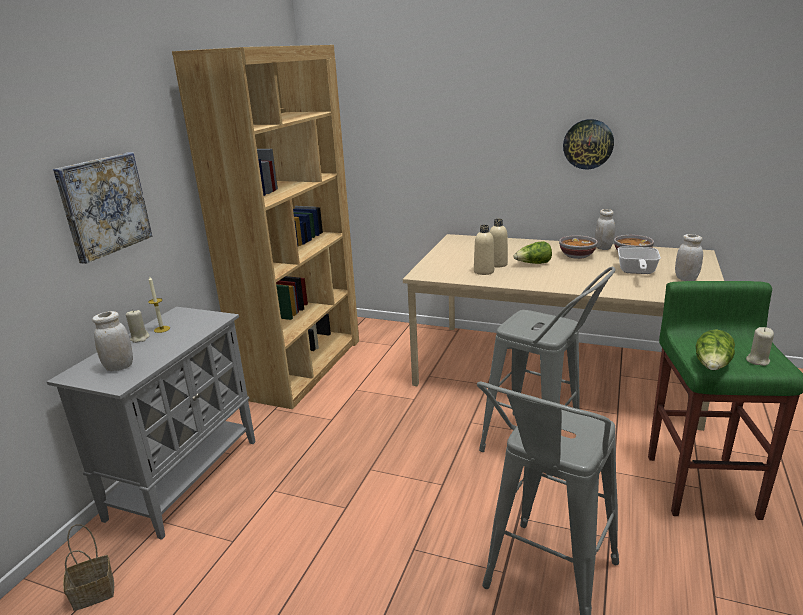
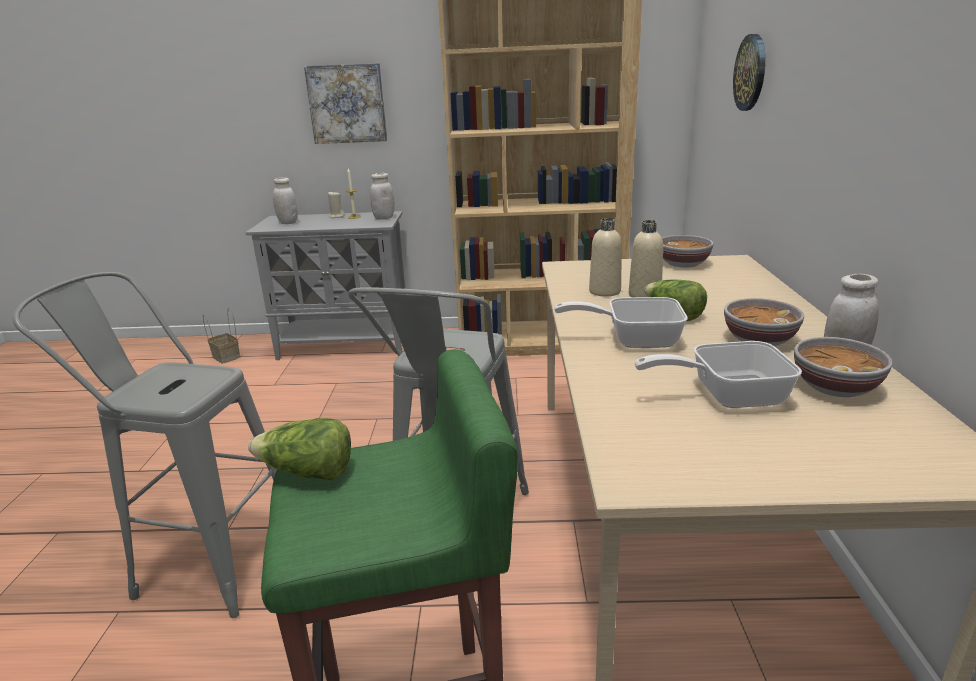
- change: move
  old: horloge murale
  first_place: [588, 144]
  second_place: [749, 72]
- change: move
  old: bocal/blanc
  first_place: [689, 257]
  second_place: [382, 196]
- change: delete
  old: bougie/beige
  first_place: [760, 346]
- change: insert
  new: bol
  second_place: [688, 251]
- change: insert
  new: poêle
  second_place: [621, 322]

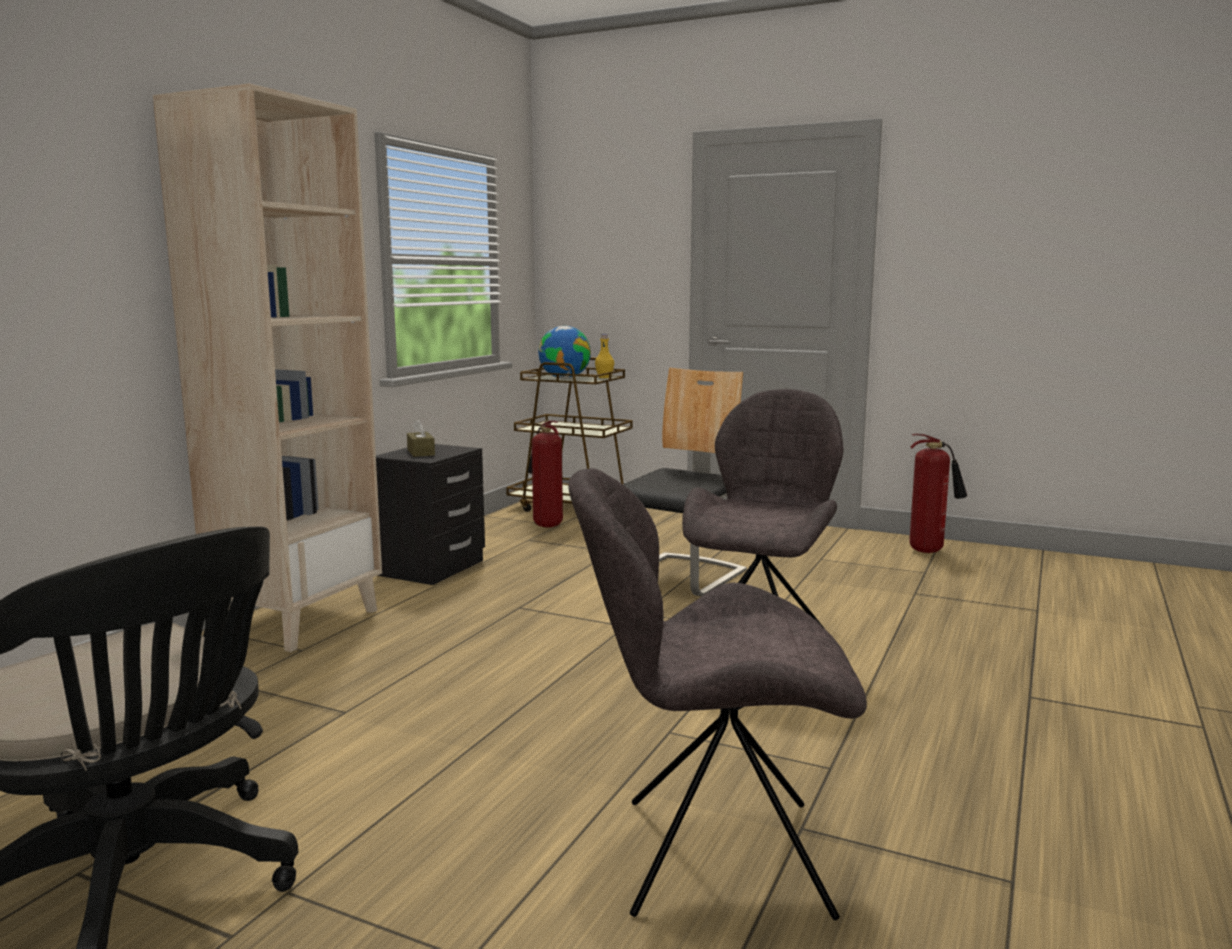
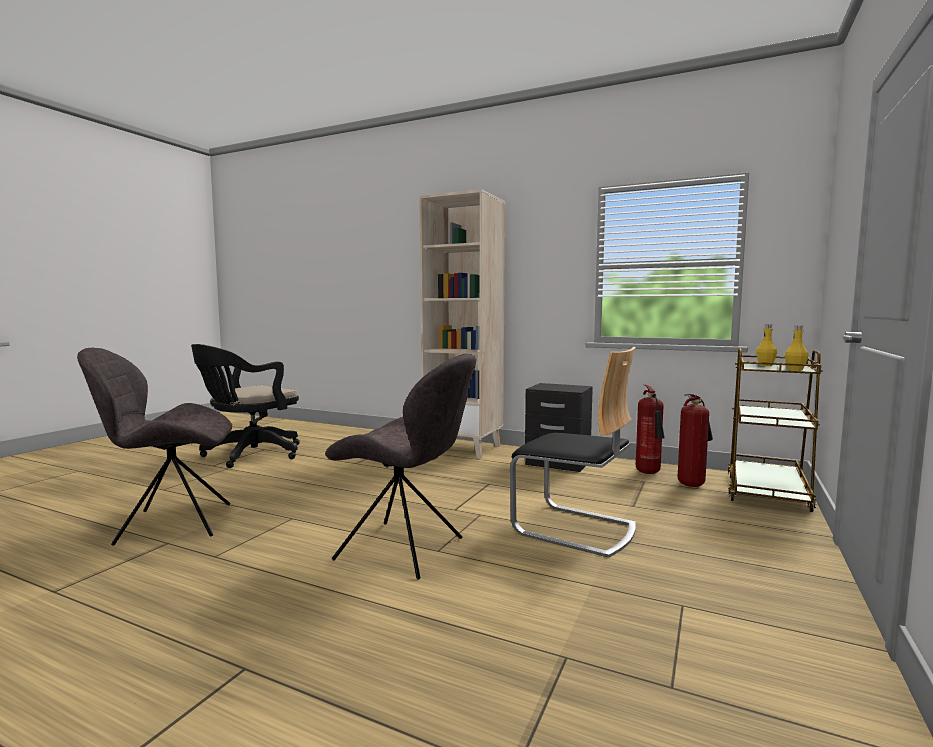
- change: replace
  old: globe
  new: bouteille/jaune
  first_place: [564, 352]
  second_place: [766, 345]
- change: delete
  old: boîte à mouchoirs/marron
  first_place: [421, 438]
- change: move
  old: extincteur
  first_place: [938, 493]
  second_place: [650, 429]
- change: rotate
  old: chaise/gris
  first_place: [718, 694]
  second_place: [154, 447]
  degrees: -105

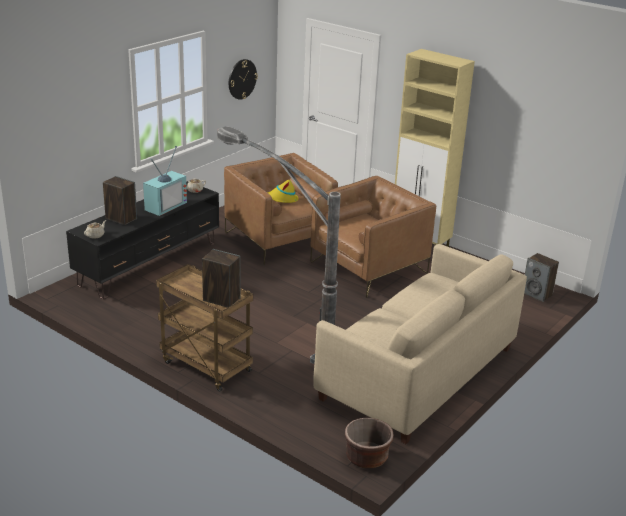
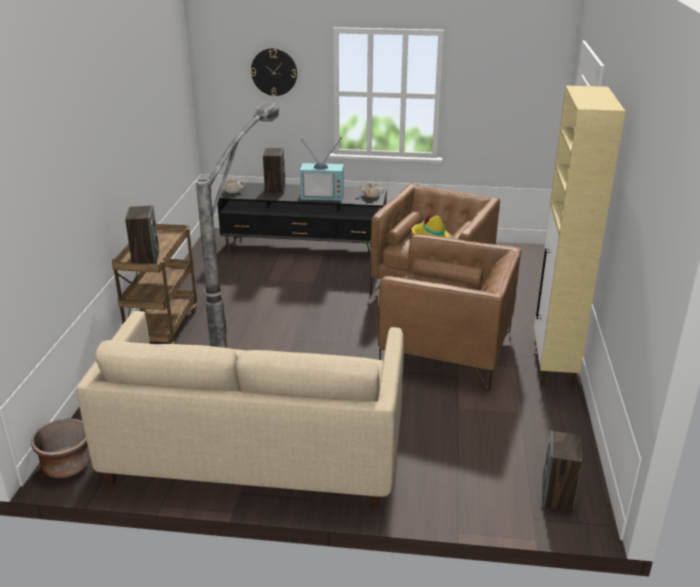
- change: move
  old: horloge murale
  first_place: [243, 79]
  second_place: [274, 72]

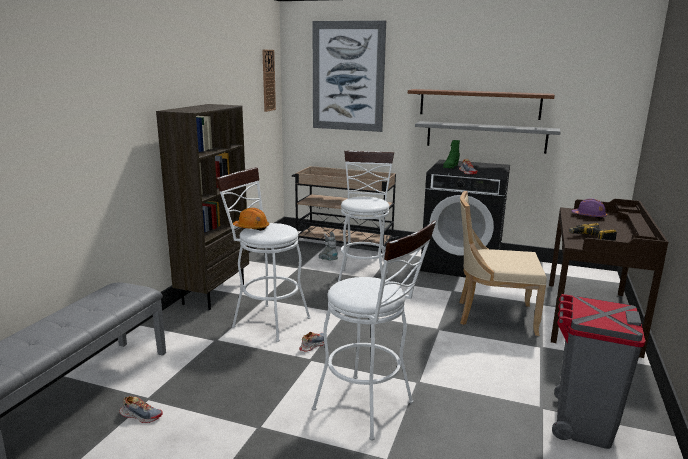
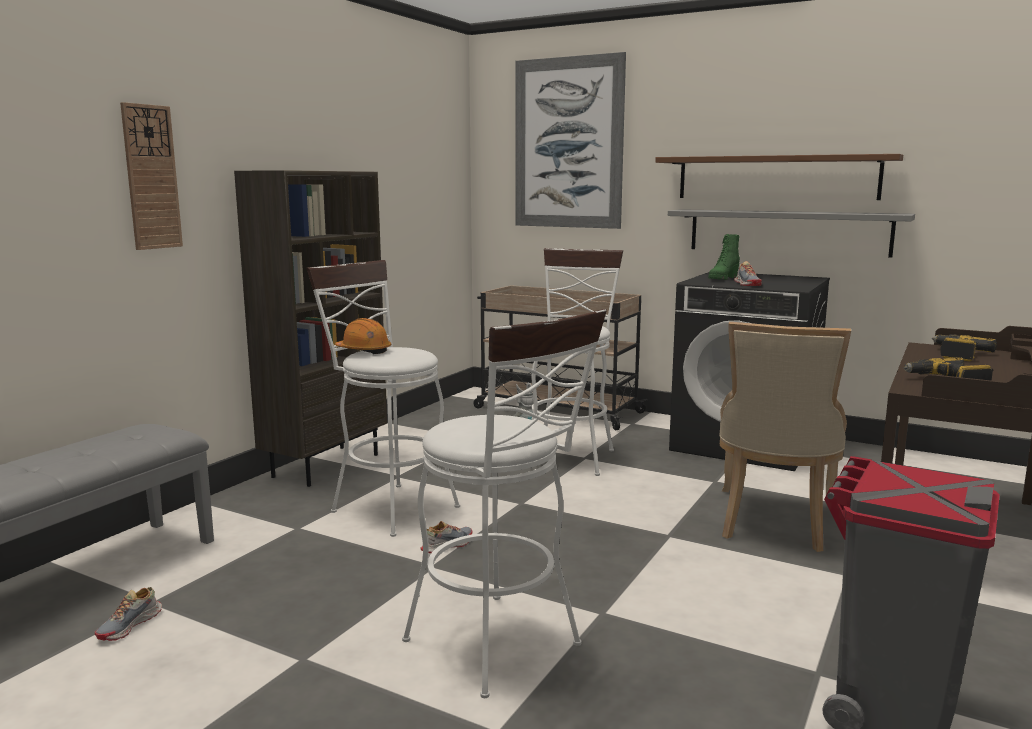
- change: move
  old: horloge murale
  first_place: [269, 80]
  second_place: [151, 176]
- change: rotate
  old: chaise/beige
  first_place: [503, 263]
  second_place: [785, 437]
  degrees: -90
- change: replace
  old: casque de chantier/violet
  new: perceuse
  first_place: [589, 209]
  second_place: [964, 347]
- change: rotate
  old: chaussure
  first_place: [141, 409]
  second_place: [128, 614]
  degrees: 90

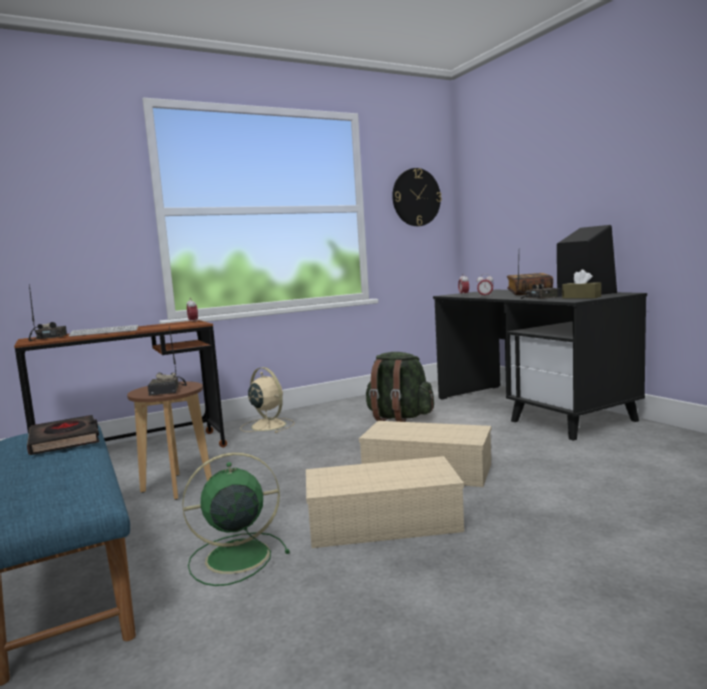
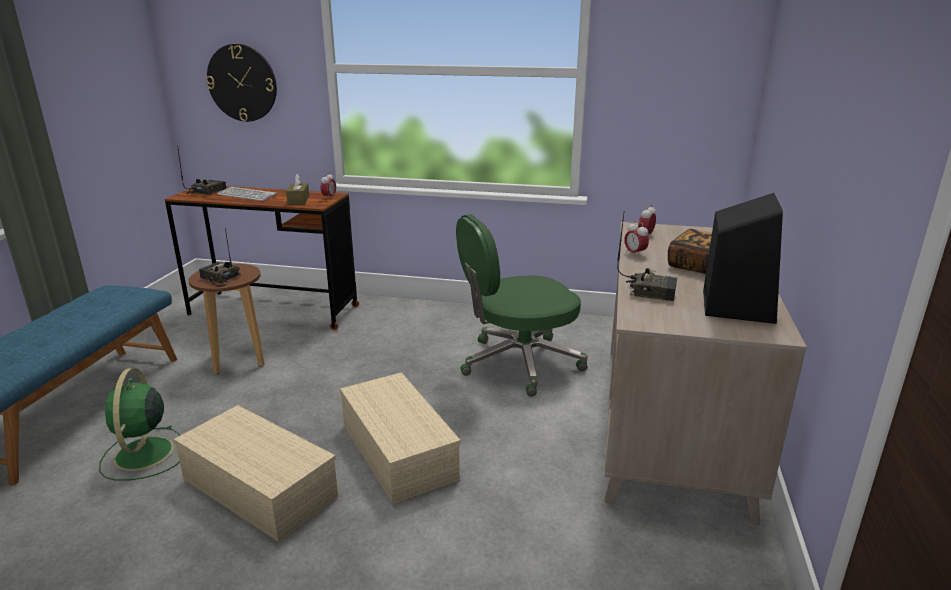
- change: move
  old: horloge murale
  first_place: [417, 197]
  second_place: [241, 83]
- change: move
  old: boîte à mouchoirs/marron
  first_place: [581, 284]
  second_place: [297, 189]
- change: recolor
  old: bureau/noir
  new: bureau/beige
  first_place: [540, 365]
  second_place: [706, 373]
- change: rotate
  old: radio
  first_place: [167, 361]
  second_place: [220, 257]
  degrees: 90
- change: replace
  old: sac à dos/vert
  new: chaise de bureau/vert
  first_place: [400, 387]
  second_place: [522, 305]
- change: delete
  old: ventilateur/beige
  first_place: [267, 400]
- change: delete
  old: livre/noir
  first_place: [63, 435]
- change: rotate
  old: ventilateur/vert
  first_place: [236, 519]
  second_place: [139, 424]
  degrees: -120

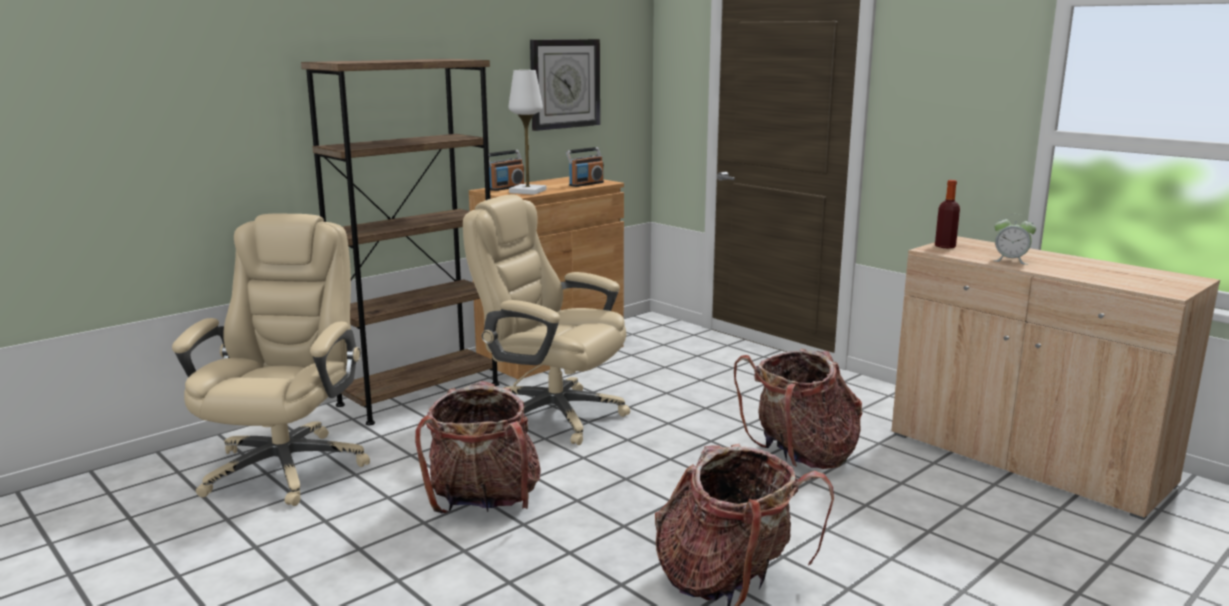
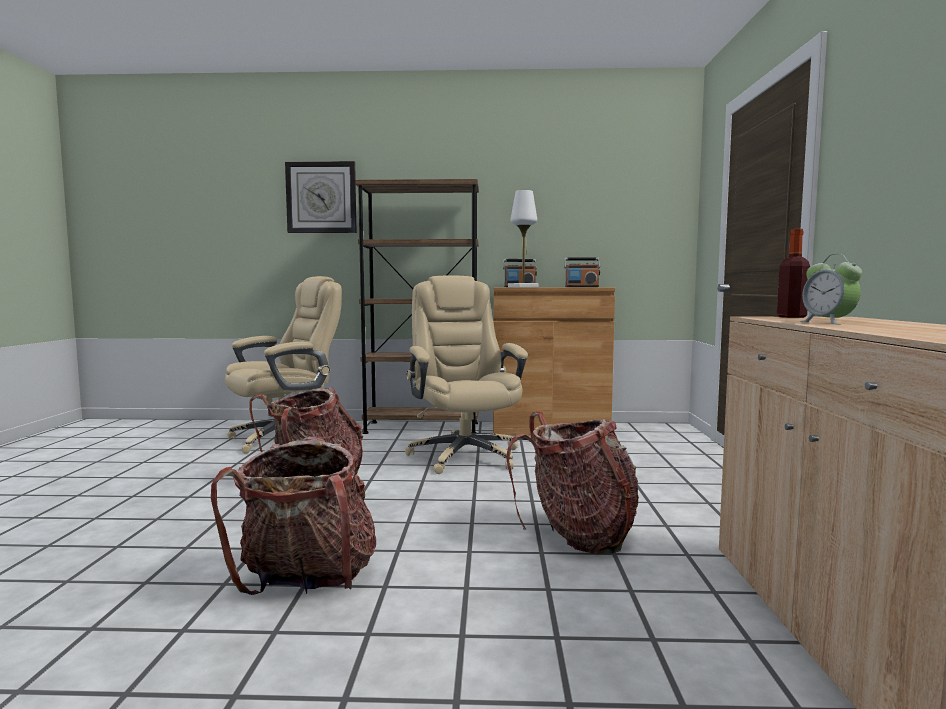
- change: move
  old: horloge murale
  first_place: [565, 85]
  second_place: [321, 197]

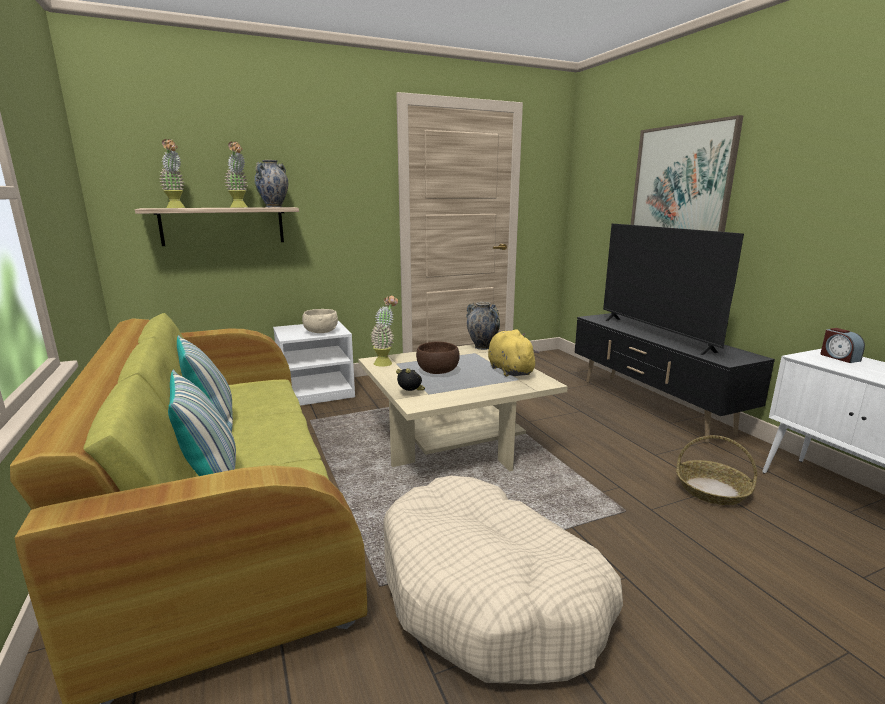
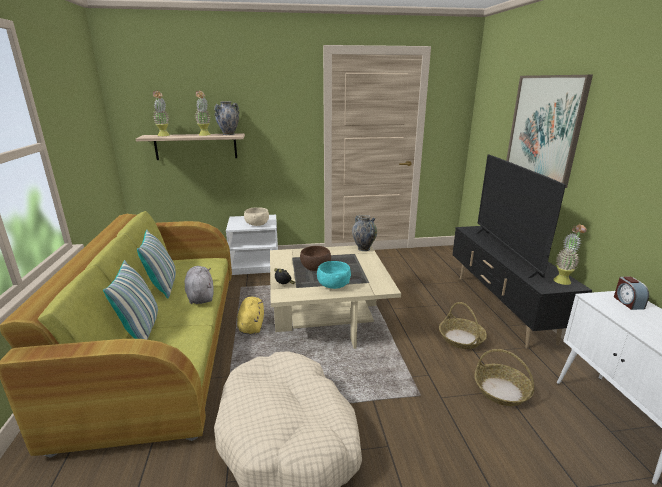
- change: move
  old: plante en pot
  first_place: [384, 331]
  second_place: [570, 254]
- change: move
  old: peluche/jaune
  first_place: [513, 353]
  second_place: [250, 315]
- change: insert
  new: bol/turquoise
  second_place: [334, 275]
- change: insert
  new: peluche/gris
  second_place: [199, 285]
- change: insert
  new: panier
  second_place: [463, 325]

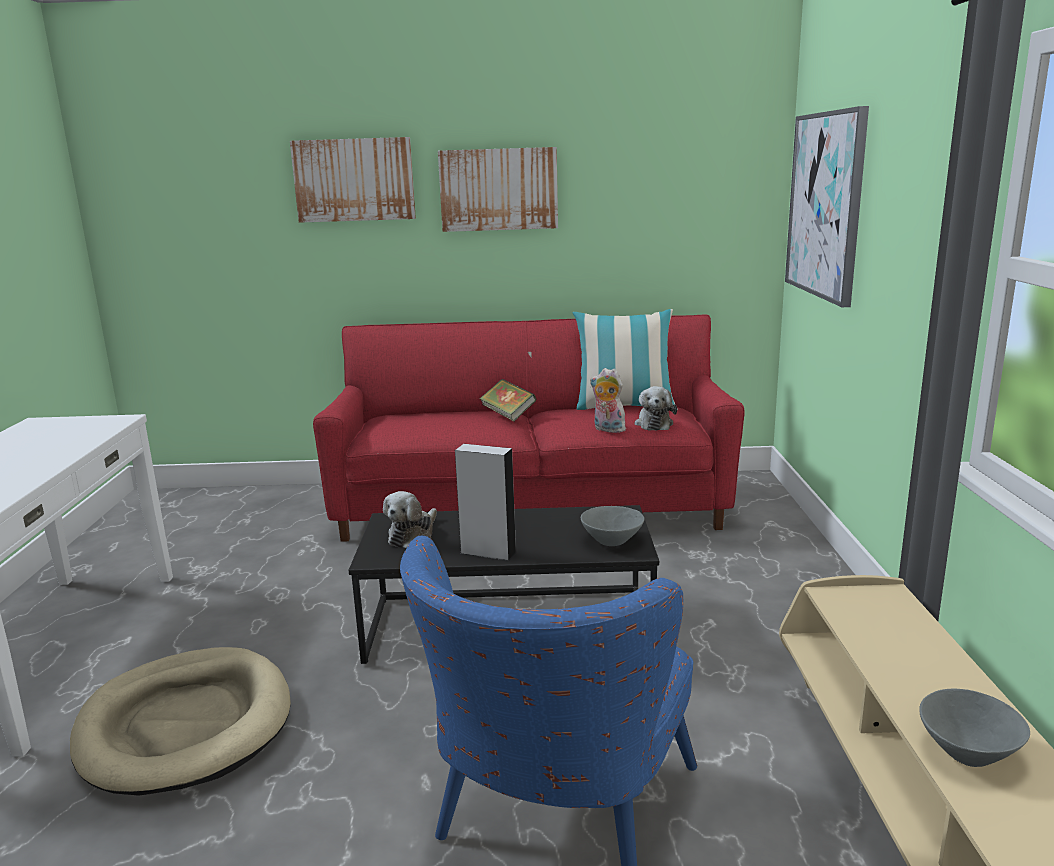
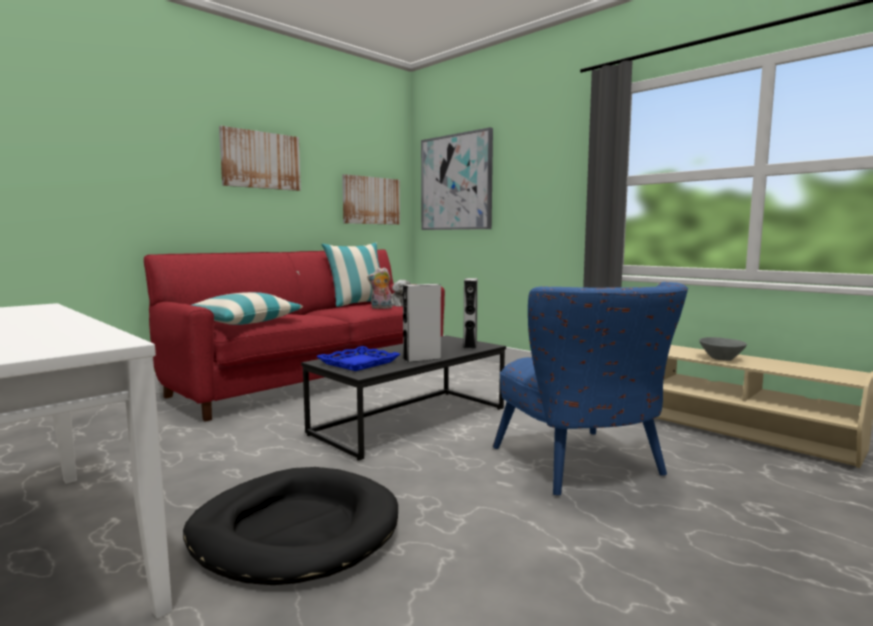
- change: move
  old: tableau
  first_place: [353, 180]
  second_place: [371, 199]
- change: delete
  old: livre
  first_place: [508, 400]
- change: replace
  old: peluche
  new: plateau/bleu
  first_place: [410, 519]
  second_place: [358, 358]
- change: replace
  old: bol/gris
  new: enceinte/gris
  first_place: [612, 526]
  second_place: [470, 313]
- change: recolor
  old: panier pour chien/beige
  new: panier pour chien/noir
  first_place: [180, 721]
  second_place: [290, 526]
- change: insert
  new: coussin
  second_place: [247, 308]

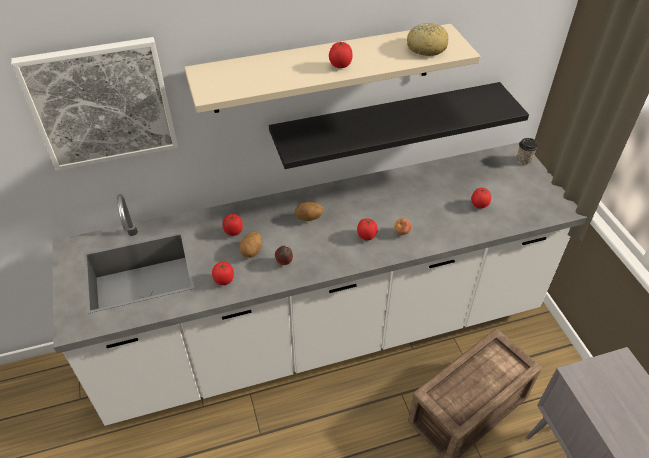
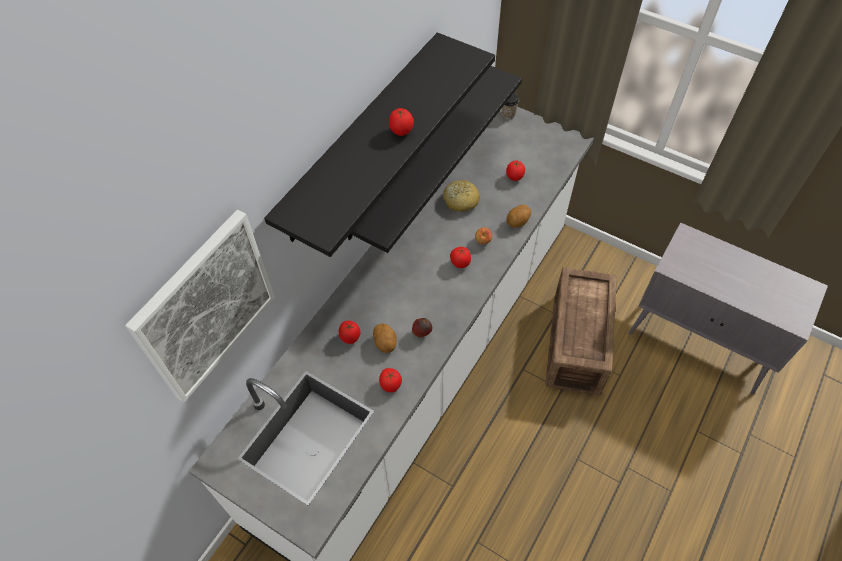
- change: move
  old: pain
  first_place: [427, 39]
  second_place: [461, 196]
- change: recolor
  old: étagère/beige
  new: étagère/noir
  first_place: [332, 68]
  second_place: [379, 144]
- change: move
  old: pomme de terre
  first_place: [309, 211]
  second_place: [519, 216]

